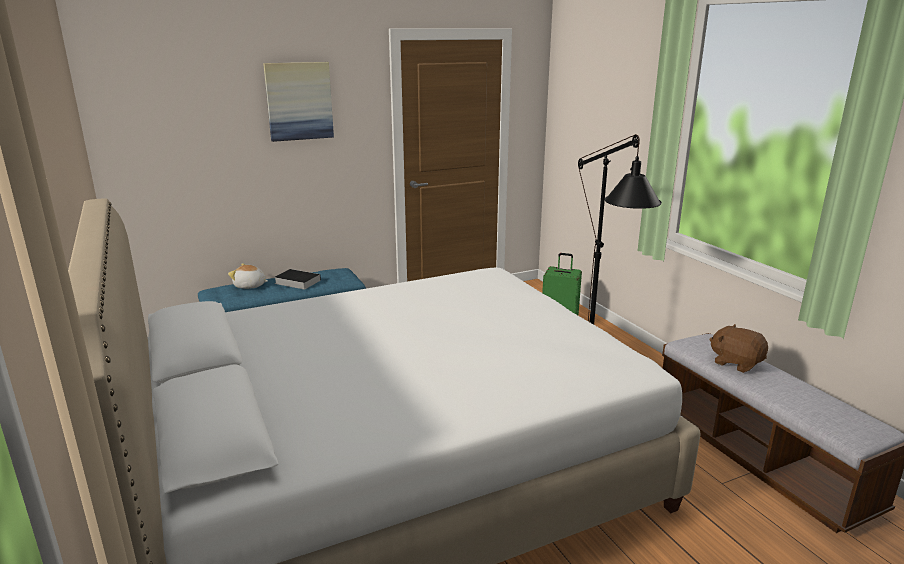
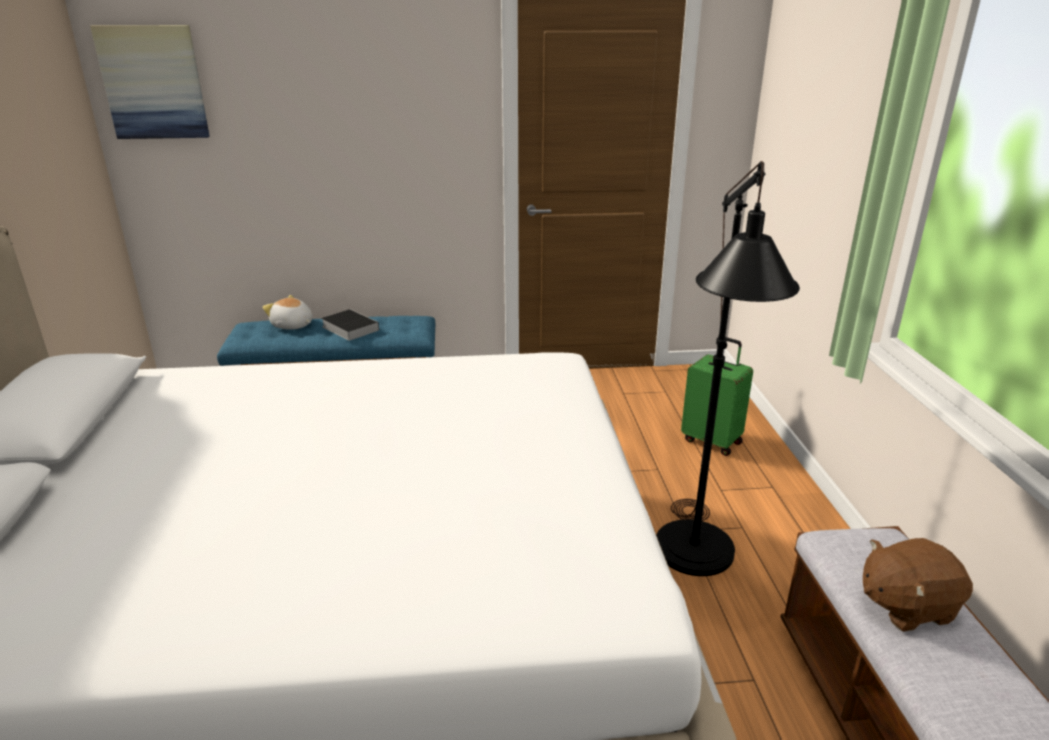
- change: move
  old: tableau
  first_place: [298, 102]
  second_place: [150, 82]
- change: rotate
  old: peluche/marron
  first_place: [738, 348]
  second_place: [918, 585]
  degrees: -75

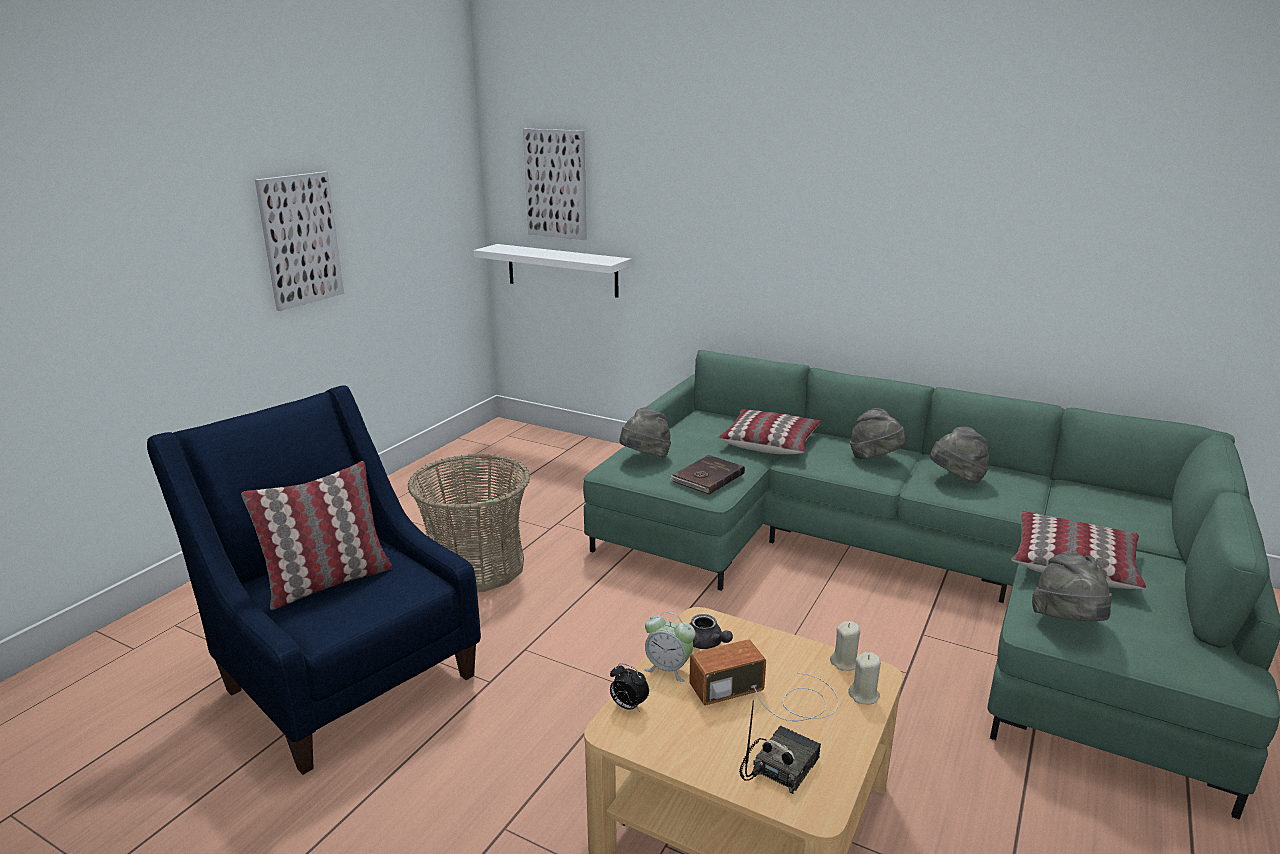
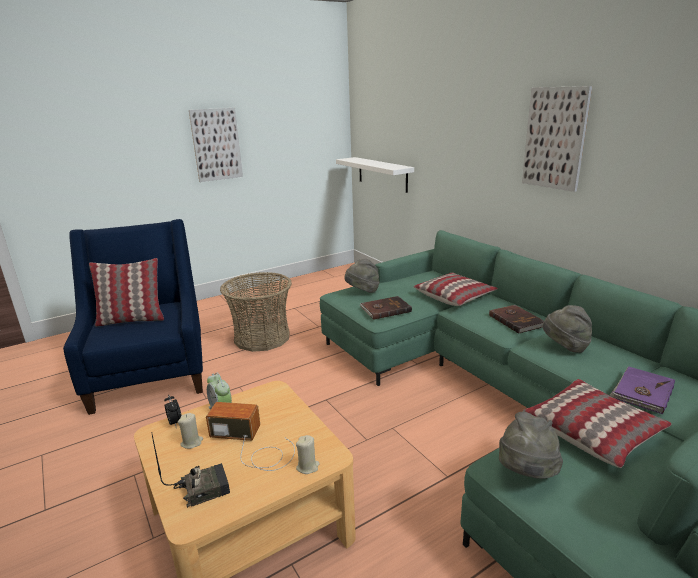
- change: move
  old: tableau
  first_place: [555, 184]
  second_place: [557, 139]
- change: replace
  old: chapeau/gris
  new: livre/marron
  first_place: [878, 434]
  second_place: [516, 319]
- change: delete
  old: théière/gris
  first_place: [711, 631]
- change: move
  old: bougie/beige
  first_place: [845, 646]
  second_place: [190, 431]
- change: insert
  new: livre/violet
  second_place: [642, 390]

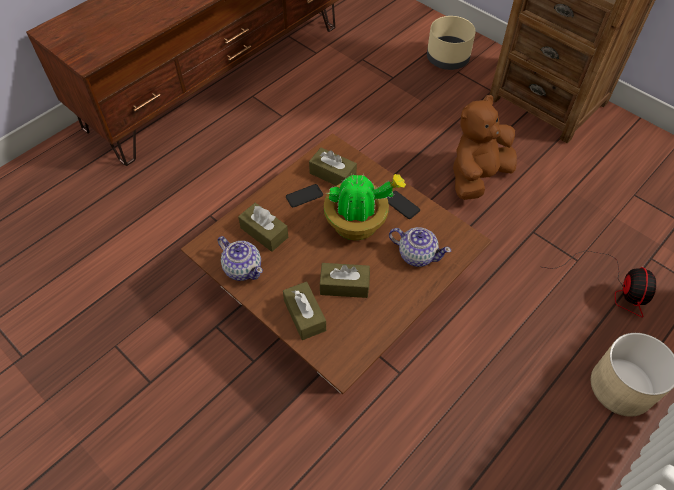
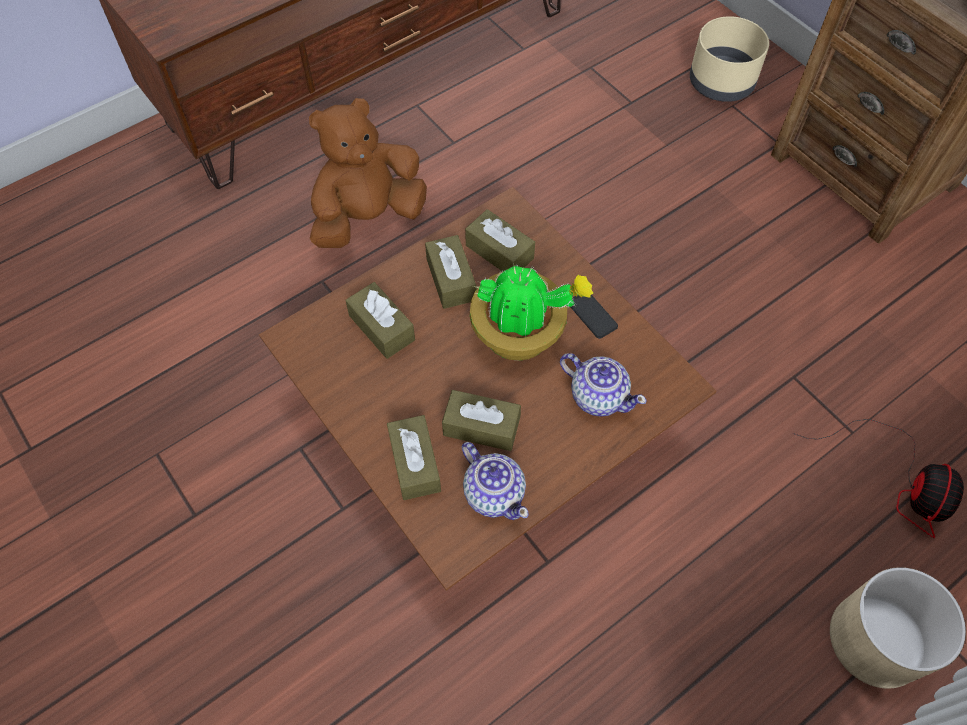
- change: move
  old: peluche/marron
  first_place: [485, 147]
  second_place: [368, 173]
- change: replace
  old: téléphone
  new: boîte à mouchoirs/marron
  first_place: [304, 196]
  second_place: [450, 272]
- change: move
  old: théière
  first_place: [240, 258]
  second_place: [495, 481]

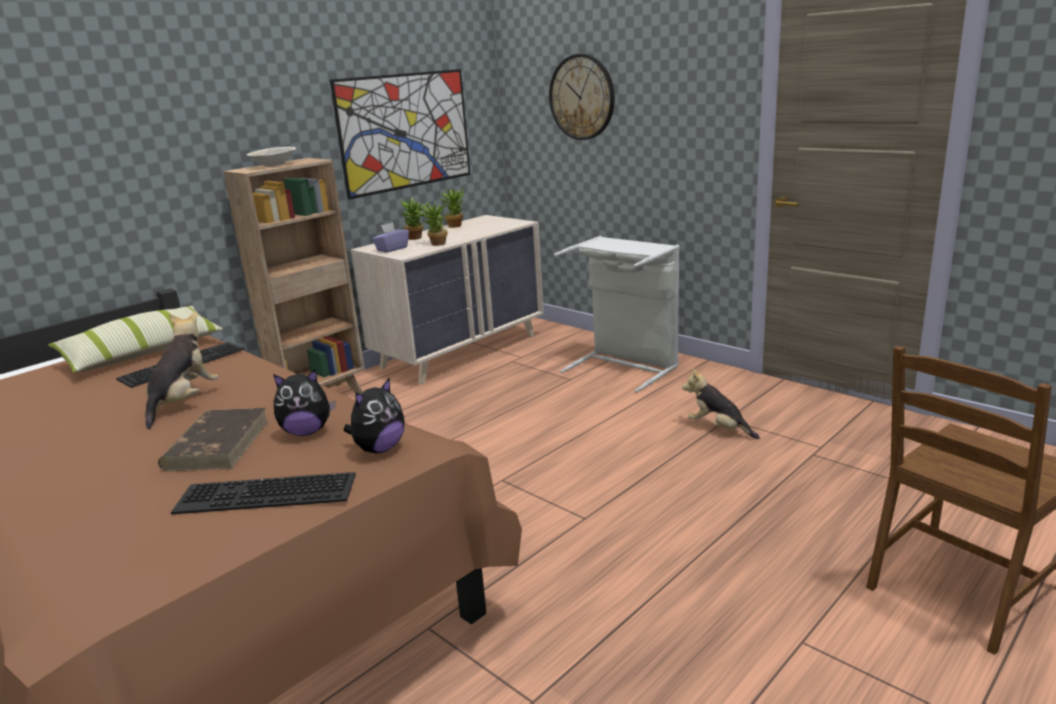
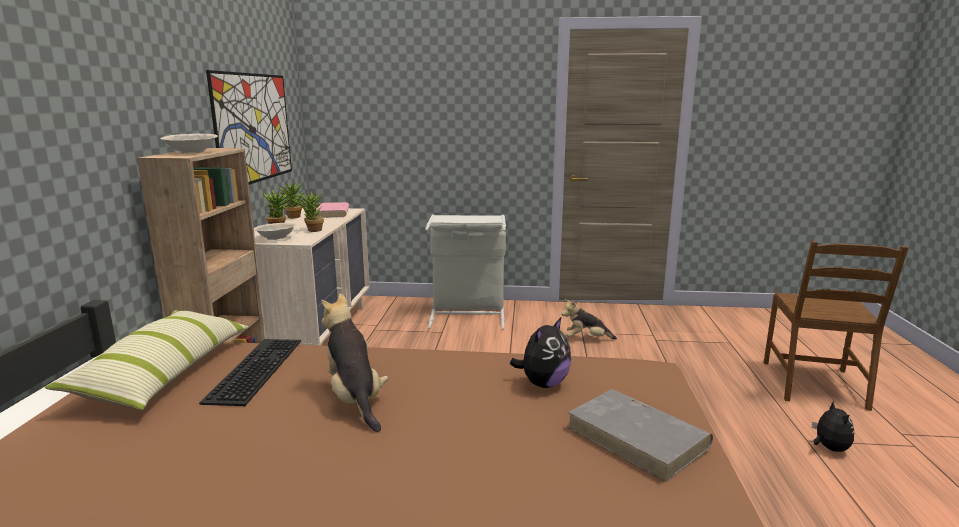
- change: delete
  old: horloge murale
  first_place: [582, 97]
- change: replace
  old: boîte à mouchoirs/violet
  new: bol/beige
  first_place: [390, 237]
  second_place: [275, 231]
- change: move
  old: peluche
  first_place: [374, 415]
  second_place: [833, 426]
- change: delete
  old: livre/marron
  first_place: [213, 439]
- change: replace
  old: clavier
  new: livre/gris
  first_place: [263, 493]
  second_place: [640, 435]
- change: insert
  new: livre/rose
  second_place: [332, 210]

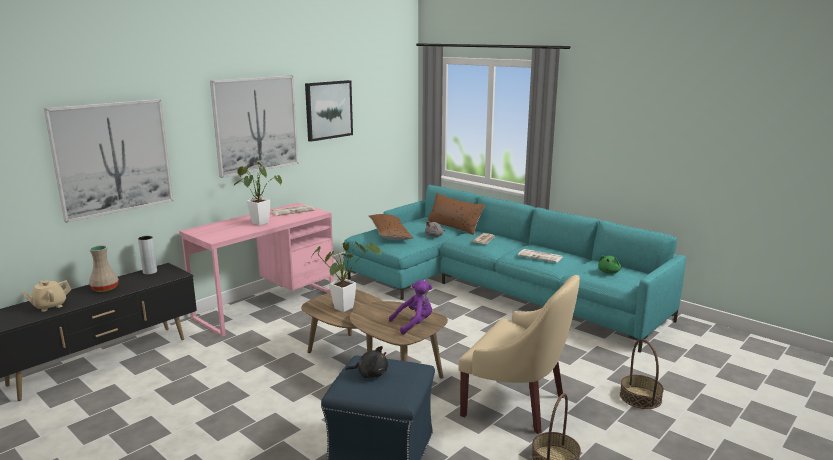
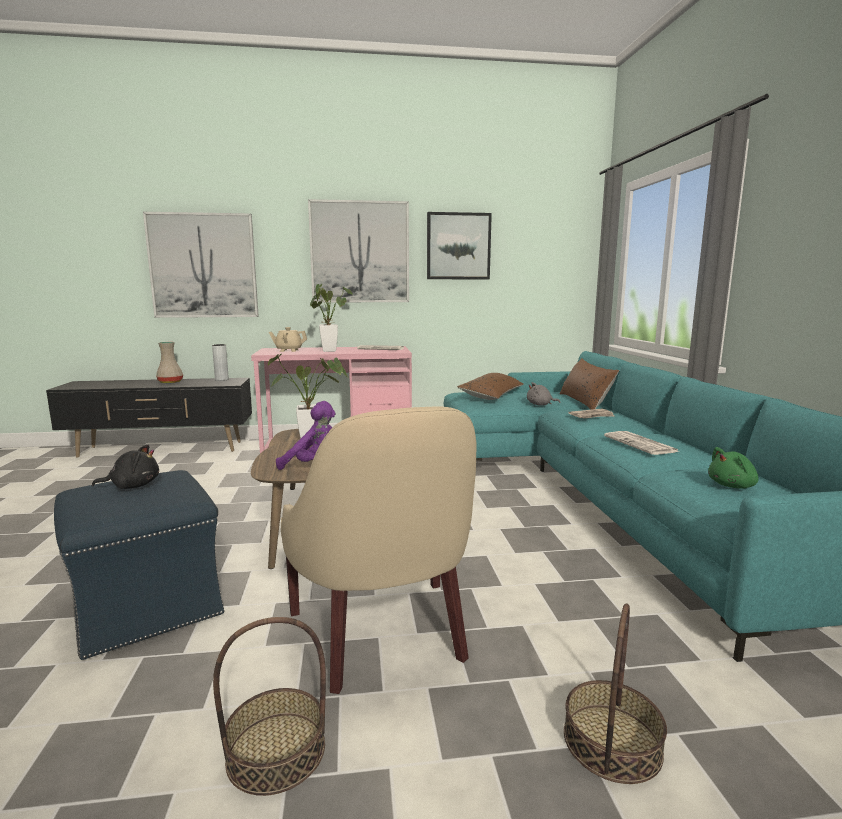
- change: move
  old: théière/beige
  first_place: [46, 296]
  second_place: [288, 339]
- change: rotate
  old: peluche/noir
  first_place: [366, 362]
  second_place: [125, 467]
  degrees: -60

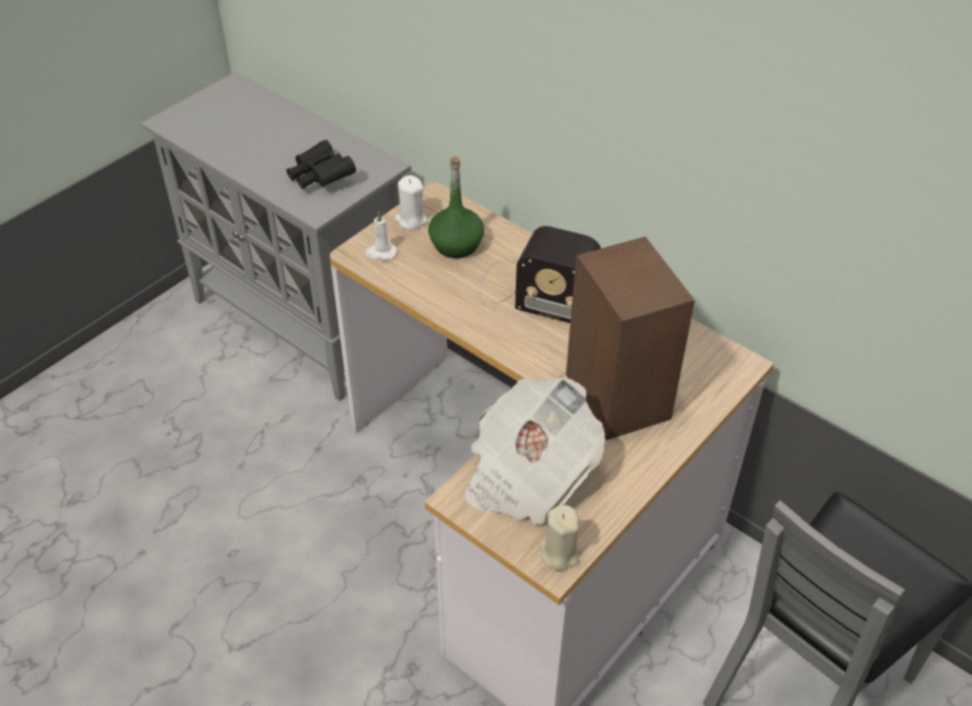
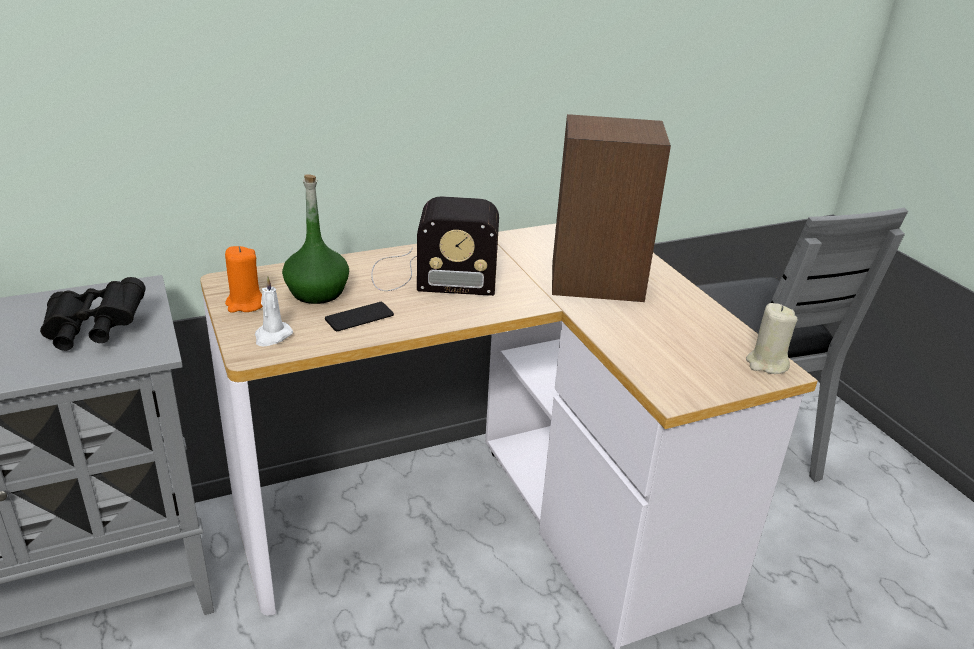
- change: recolor
  old: bougie/blanc
  new: bougie/orange
  first_place: [411, 202]
  second_place: [244, 279]
- change: rotate
  old: radio
  first_place: [540, 274]
  second_place: [435, 246]
  degrees: 45
- change: delete
  old: journal
  first_place: [534, 451]
- change: insert
  new: téléphone
  second_place: [359, 316]

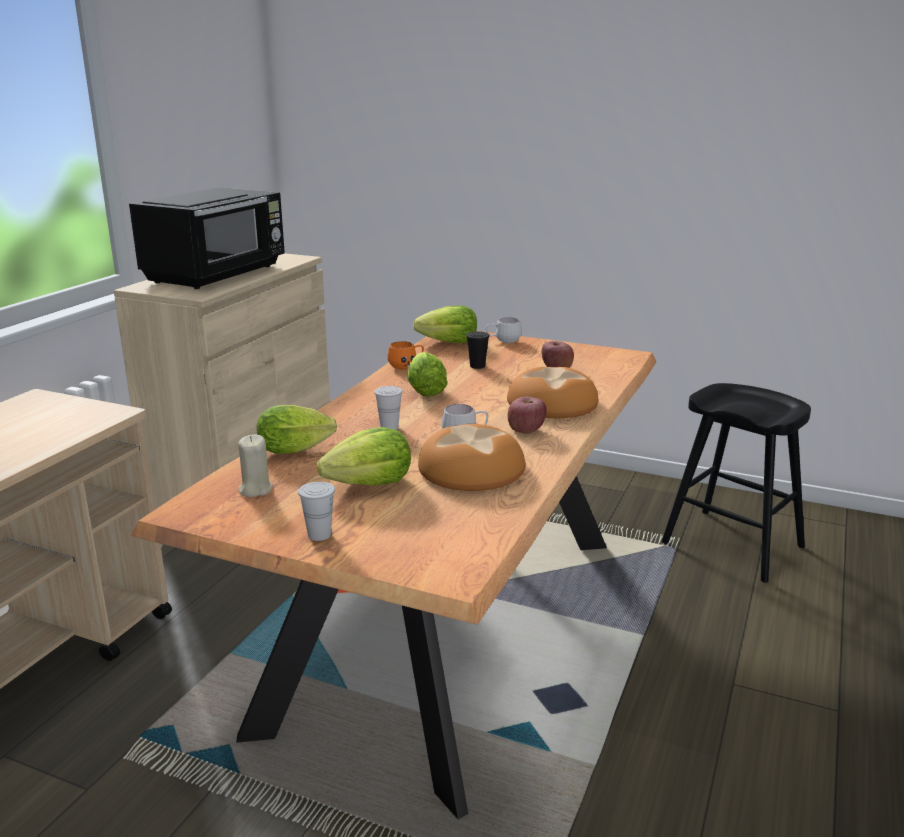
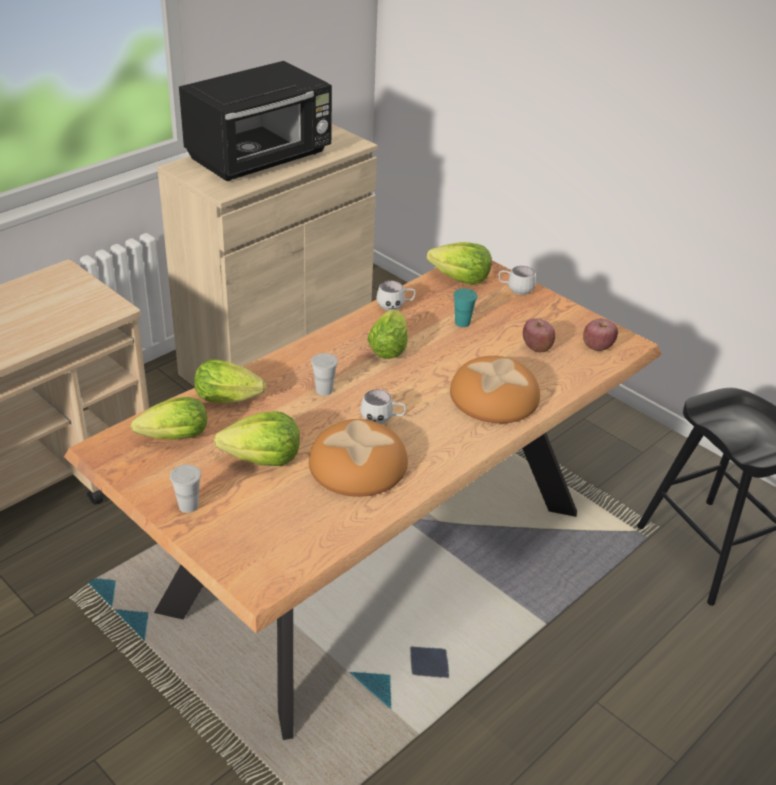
- change: recolor
  old: tasse/noir
  new: tasse/turquoise
  first_place: [478, 350]
  second_place: [465, 308]
- change: recolor
  old: mug/orange
  new: mug/blanc
  first_place: [405, 355]
  second_place: [396, 296]
- change: move
  old: pomme
  first_place: [527, 415]
  second_place: [600, 335]
- change: replace
  old: bougie/beige
  new: laitue
  first_place: [255, 466]
  second_place: [169, 418]

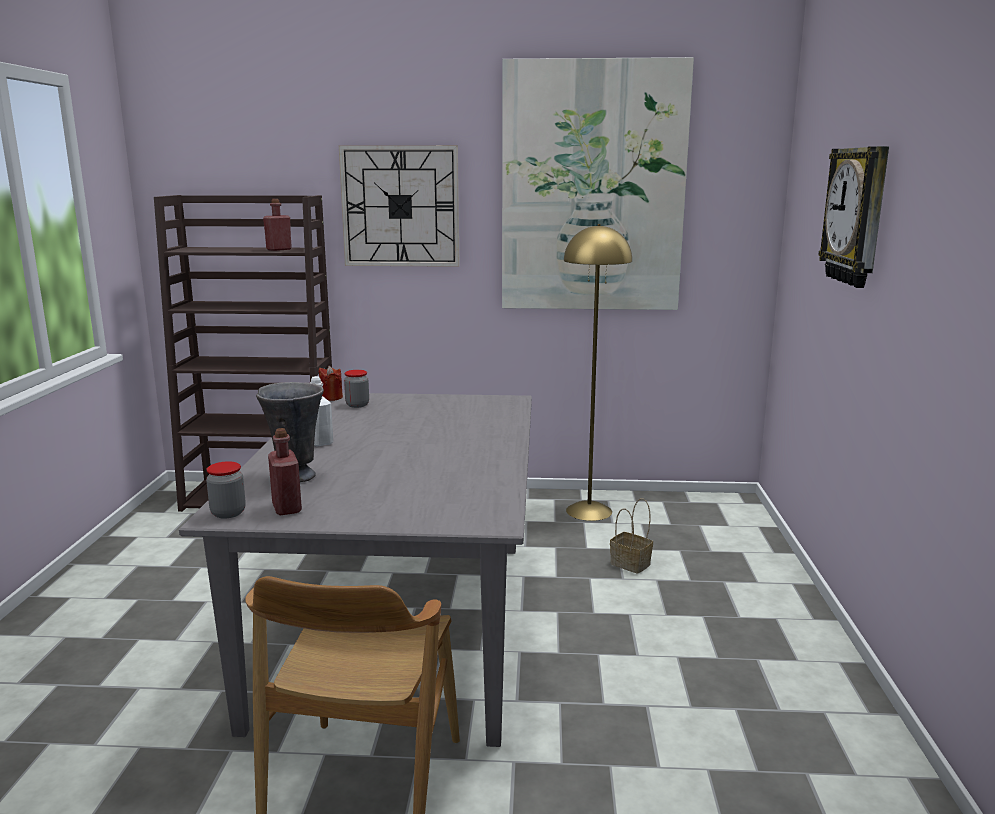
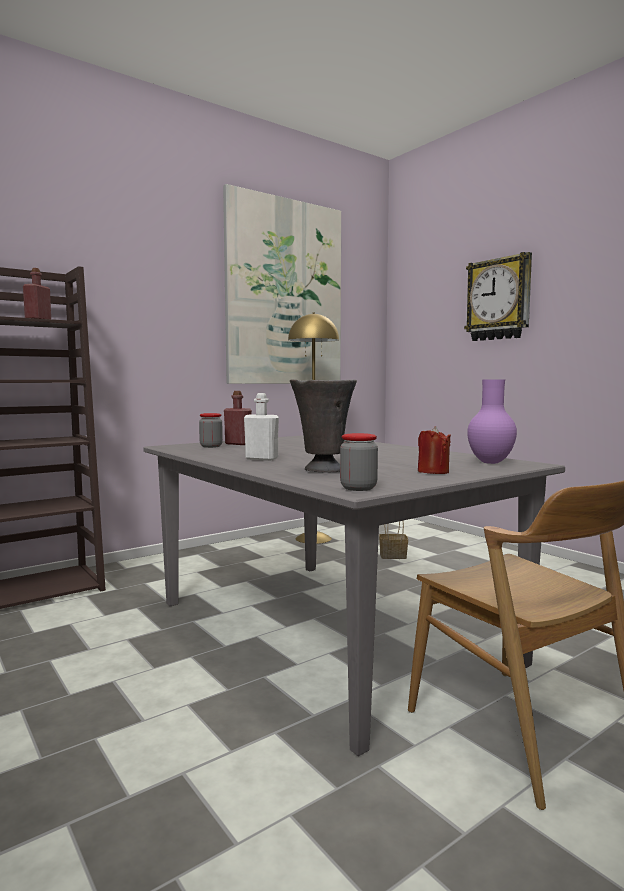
- change: delete
  old: horloge murale
  first_place: [399, 206]
- change: move
  old: bougie/rouge
  first_place: [331, 383]
  second_place: [434, 450]
- change: move
  old: bouteille/rouge
  first_place: [285, 471]
  second_place: [238, 418]
- change: insert
  new: vase/violet
  second_place: [492, 422]

